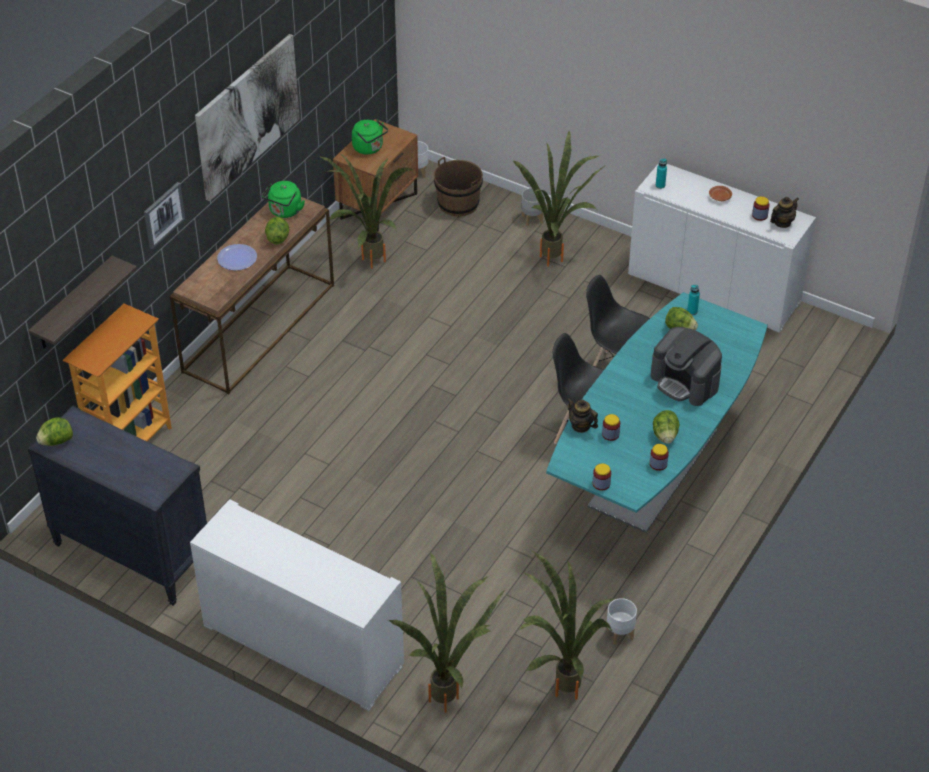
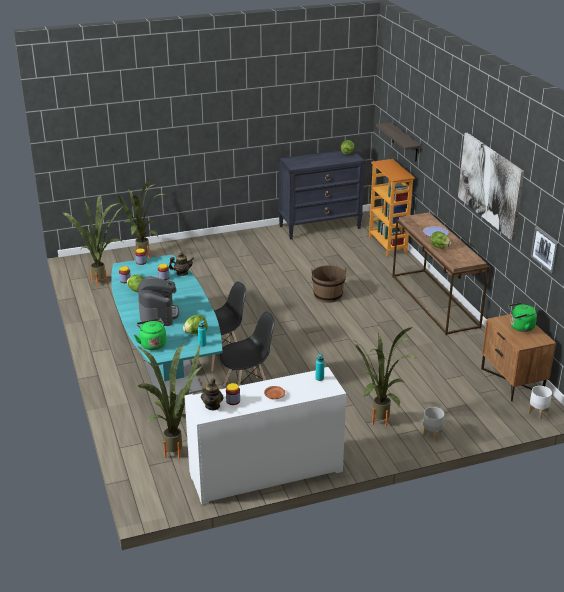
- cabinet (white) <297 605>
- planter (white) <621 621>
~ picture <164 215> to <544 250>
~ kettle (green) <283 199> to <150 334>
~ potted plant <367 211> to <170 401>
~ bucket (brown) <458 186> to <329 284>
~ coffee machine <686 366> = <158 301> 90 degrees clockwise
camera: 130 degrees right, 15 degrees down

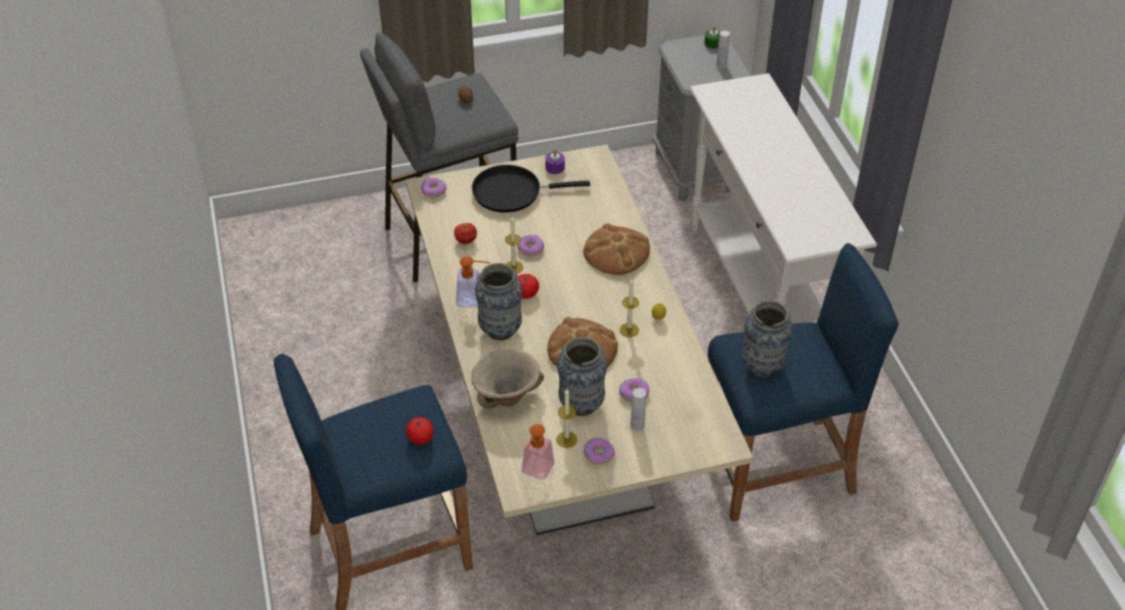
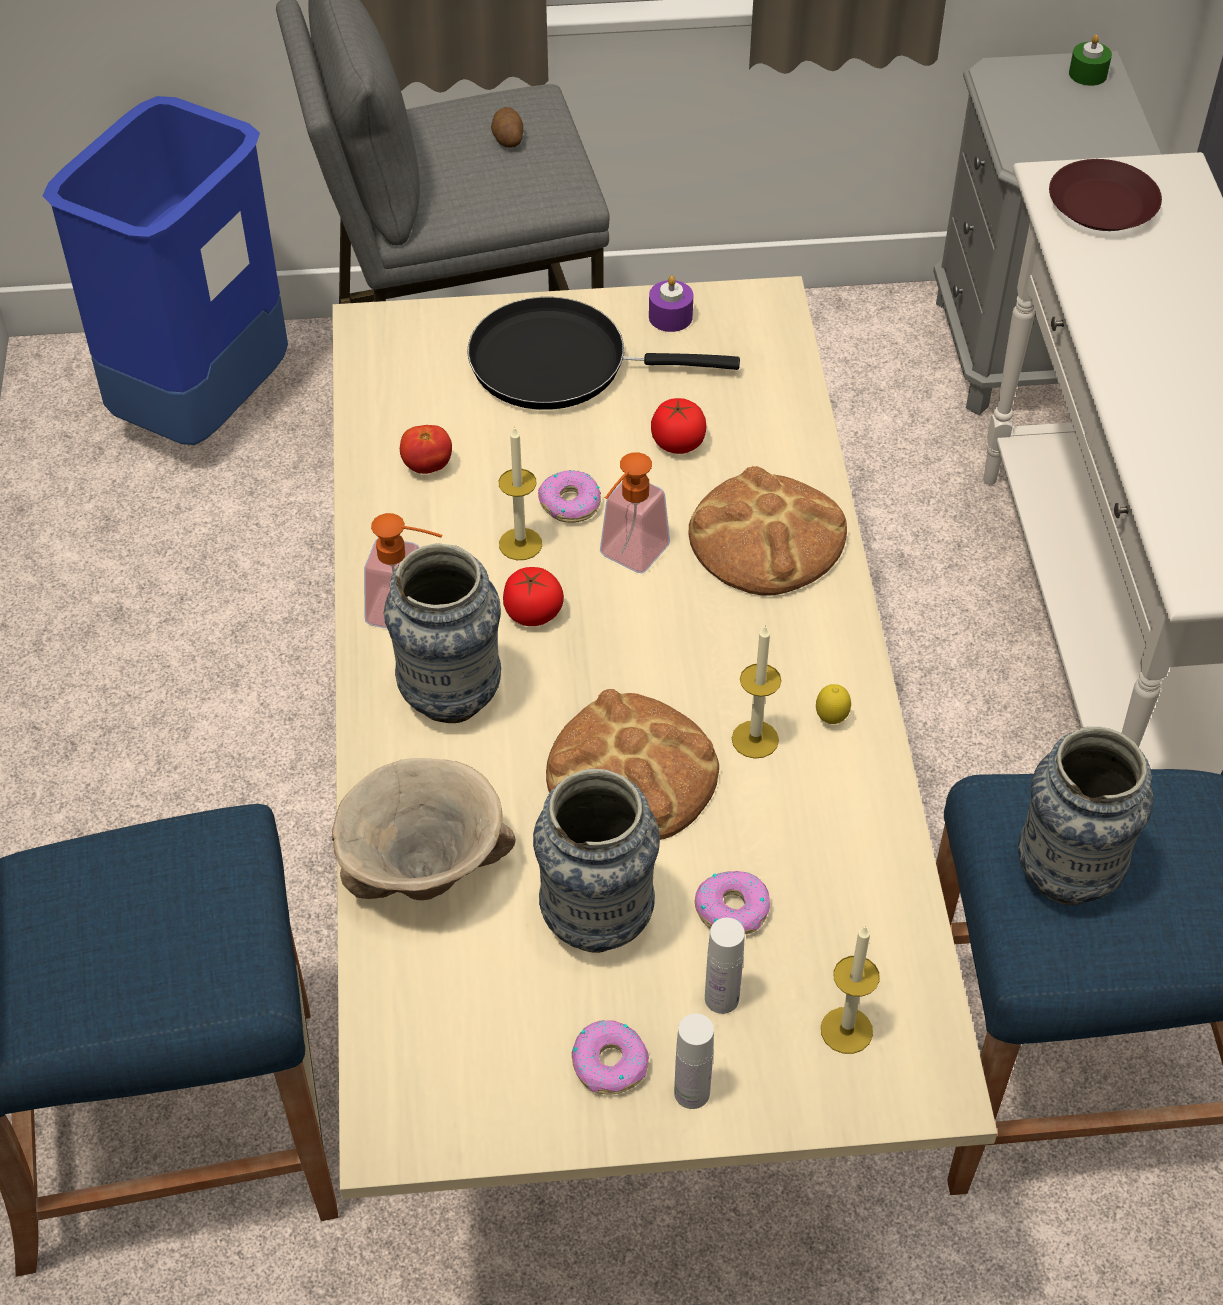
- donut <433 188>
+ trash can (blue) <165 270>
+ plate (brown) <1105 195>
~ tomato <420 431> to <679 426>
~ soap dispenser <538 452> to <635 512>
~ candle <566 418> to <850 990>
~ bottle (white) <723 49> to <694 1061>
camera: 10 degrees right, 5 degrees up

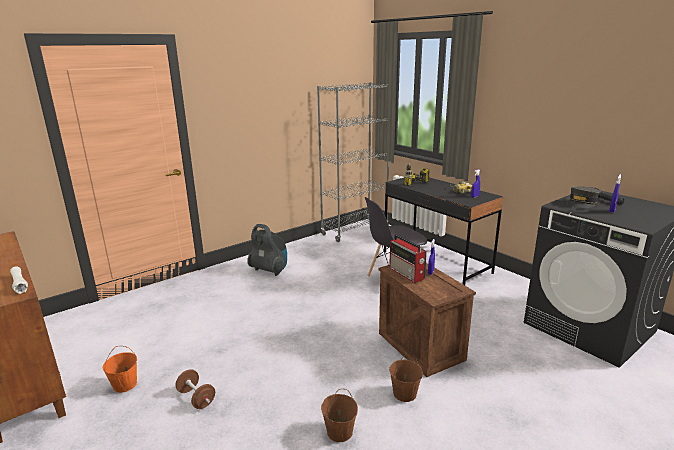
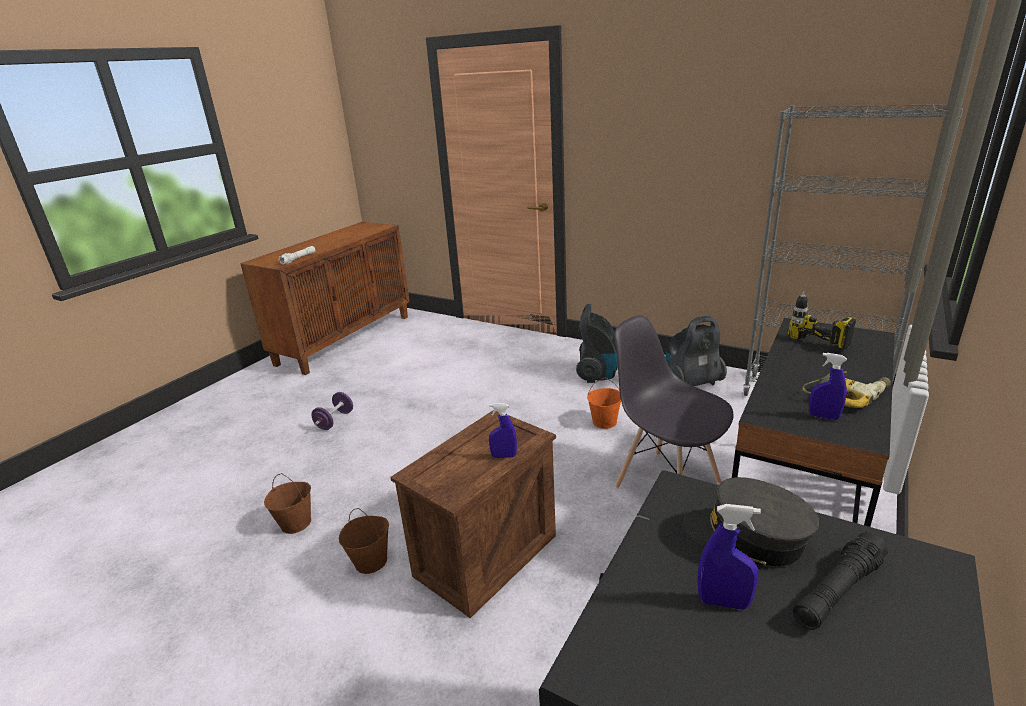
- radio <408 258>
+ vacuum cleaner <696 351>
~ bucket (orange) <120 369> to <604 403>
~ dumbbell (brown) <195 389> to dumbbell (purple) <332 411>
camera: 70 degrees right, 5 degrees up

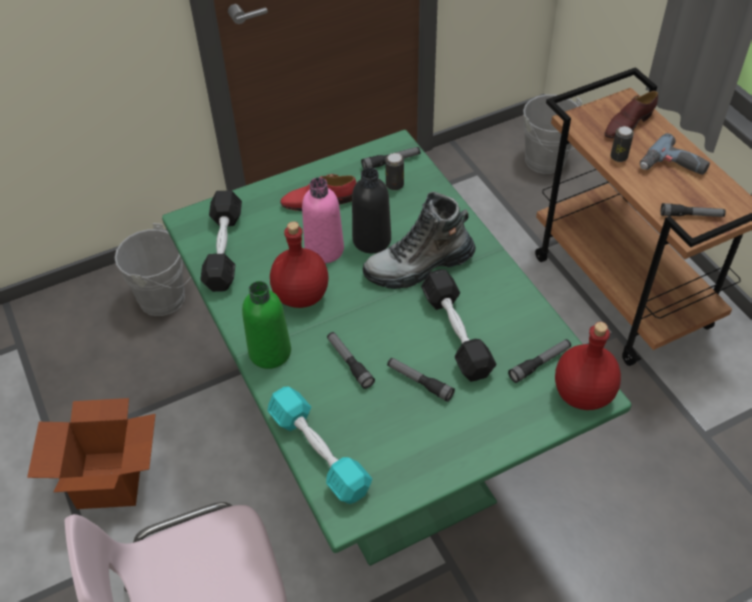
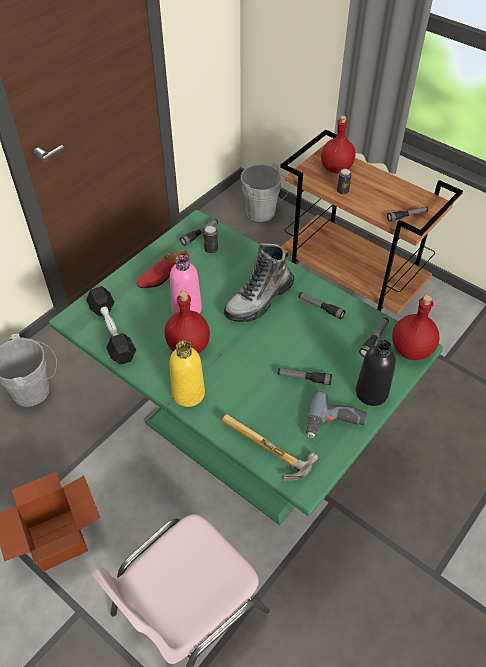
- dumbbell (black) <458 325>
~ flashlight <351 360> to <322 305>
~ bottle (black) <371 210> to <376 373>
~ power drill <675 154> to <336 414>
~ dumbbell (turquoise) <320 445> to hammer <269 447>
~ shoe (brown) <631 114> to bottle (red) <338 145>
~ bottle (green) <266 325> to bottle (yellow) <187 374>
camera: 25 degrees left, 0 degrees up

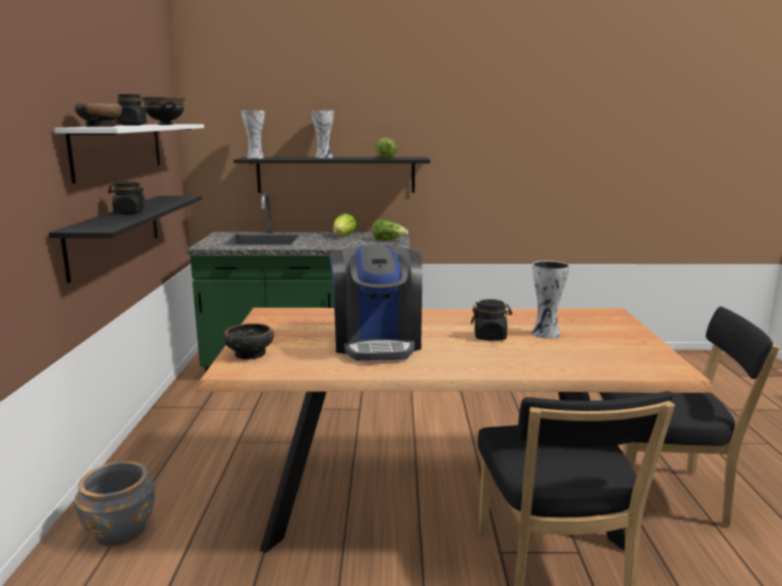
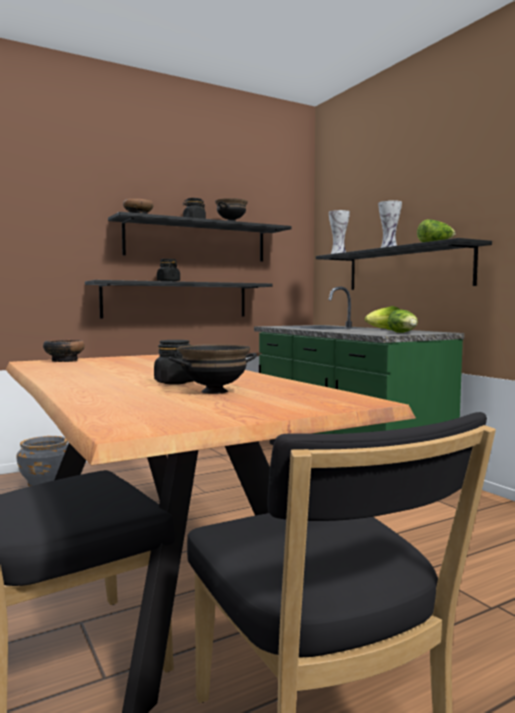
- coffee machine <376 303>
~ vase <550 300> to bowl (black) <212 369>
~ shelf (white) <129 153> to shelf (black) <200 236>
camera: 60 degrees right, 10 degrees down

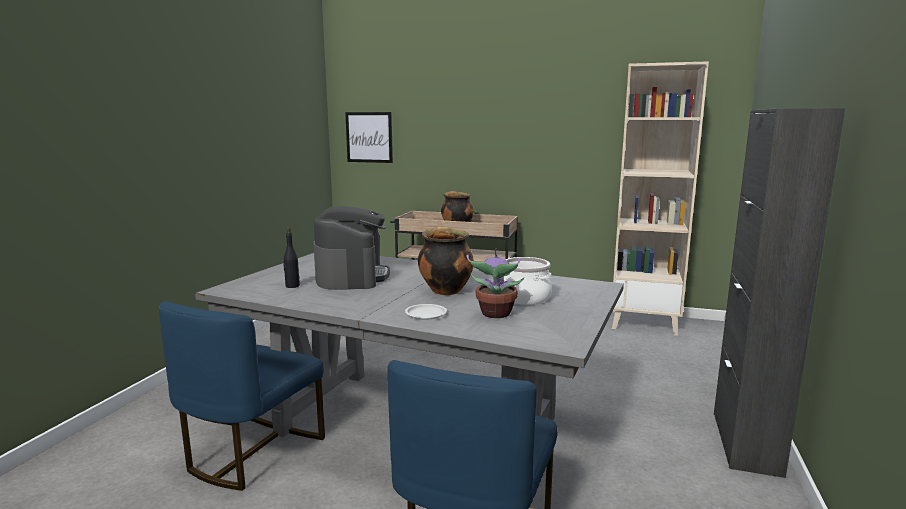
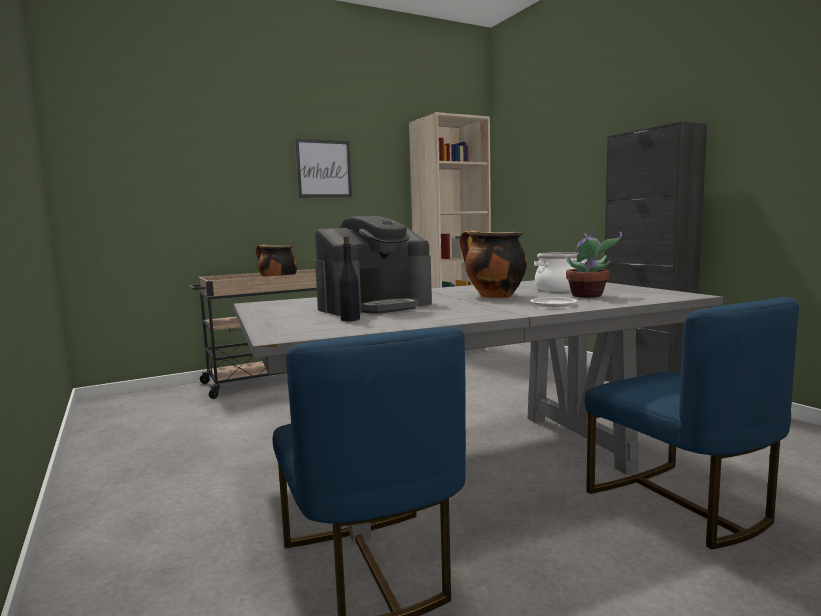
~ picture <369 137> to <323 168>
~ coffee machine <351 248> = <373 266> 105 degrees clockwise
camera: 45 degrees left, 5 degrees down

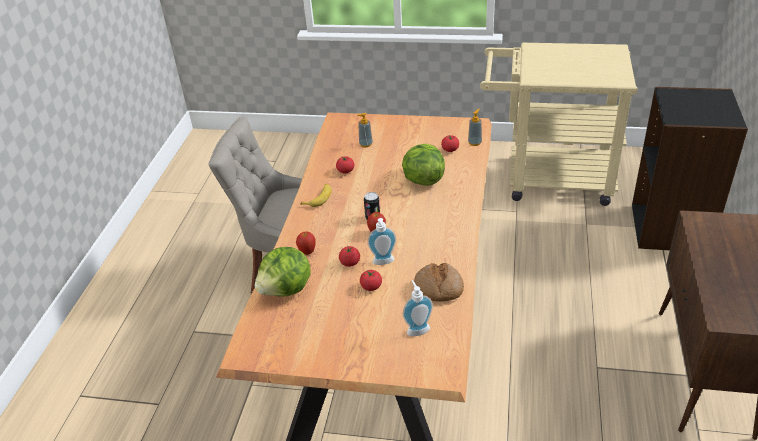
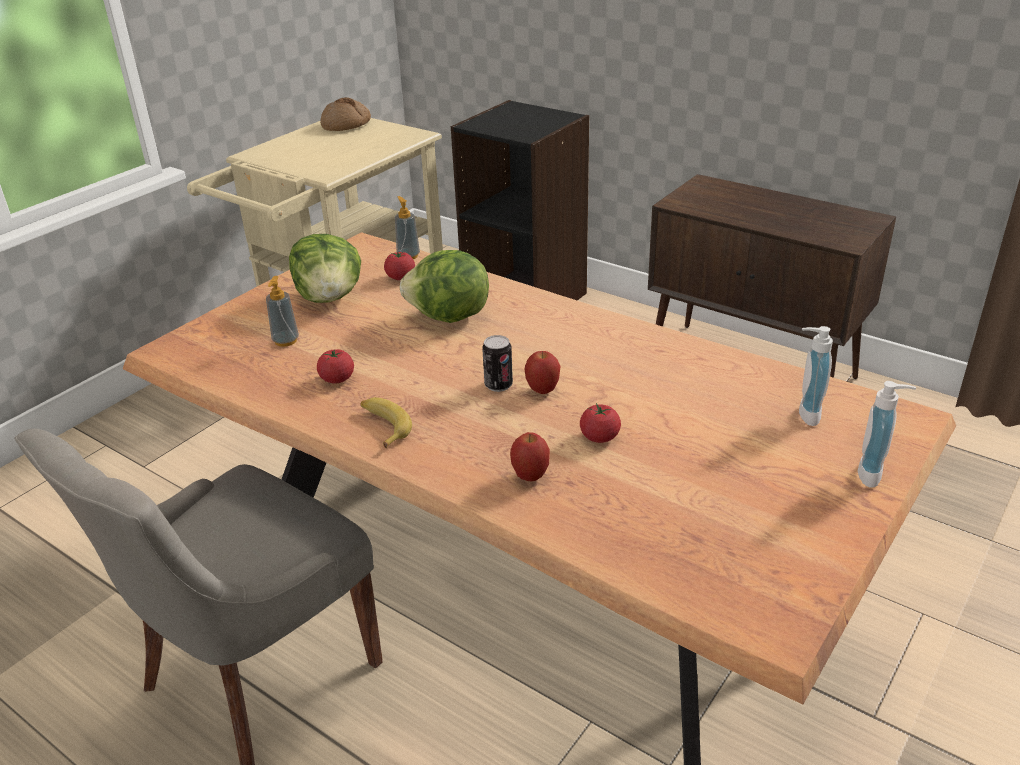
- tomato <371 280>
~ lettuce <282 272> to <325 268>
~ soap dispenser <382 241> to <887 434>
~ bread <439 282> to <345 114>
camera: 65 degrees left, 5 degrees down

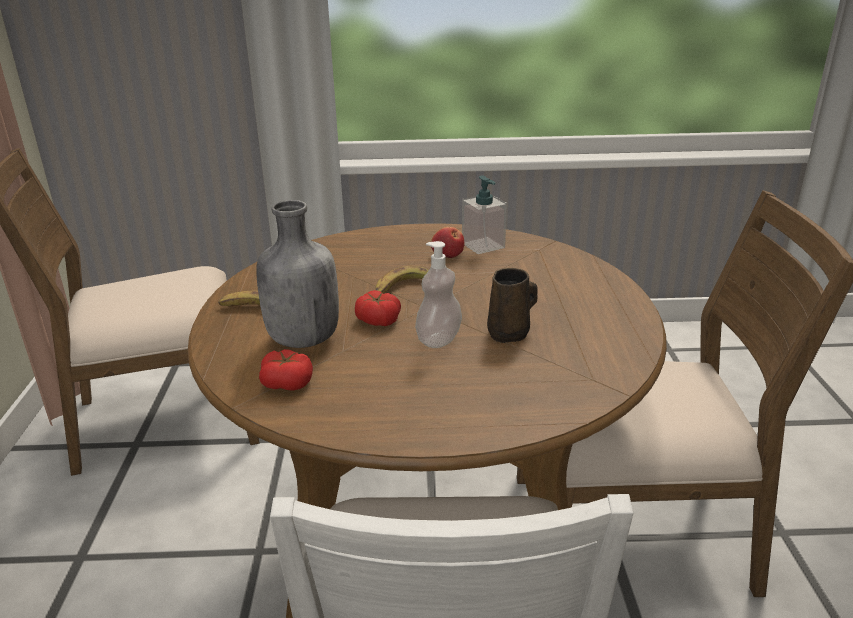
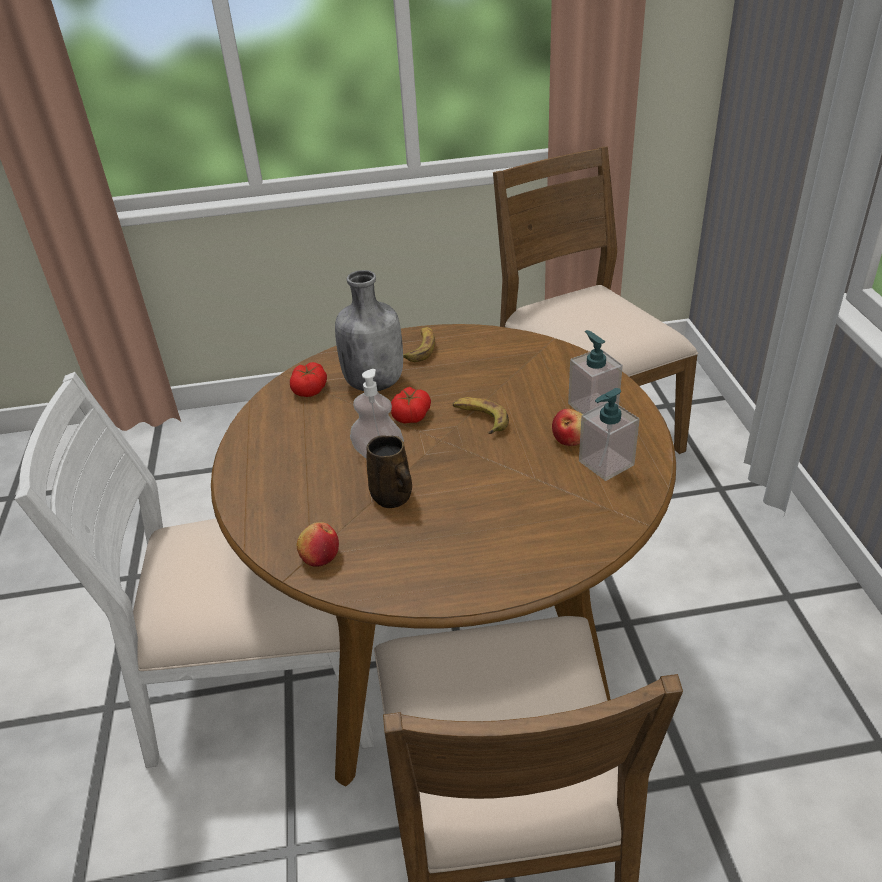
+ apple <318 544>
+ soap dispenser <595 372>
camera: 85 degrees right, 10 degrees up

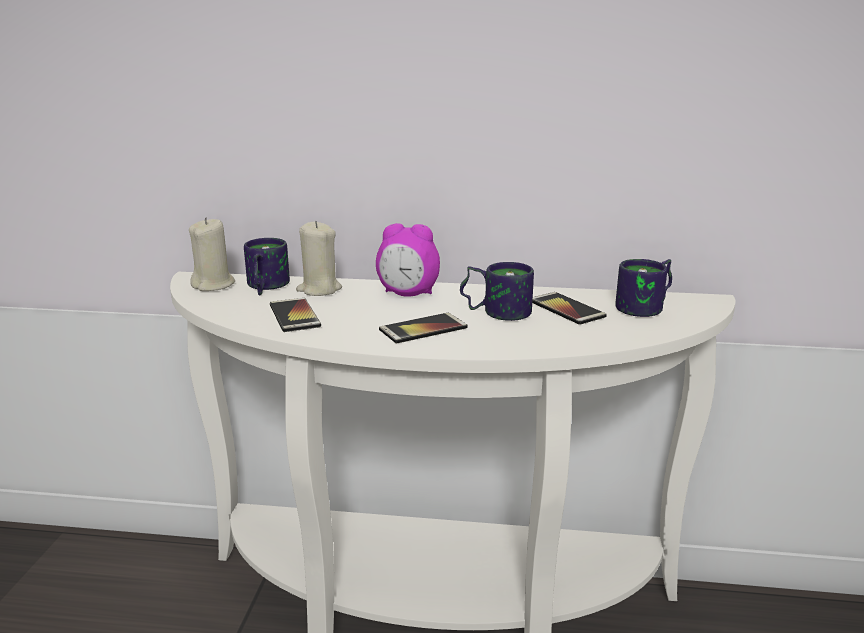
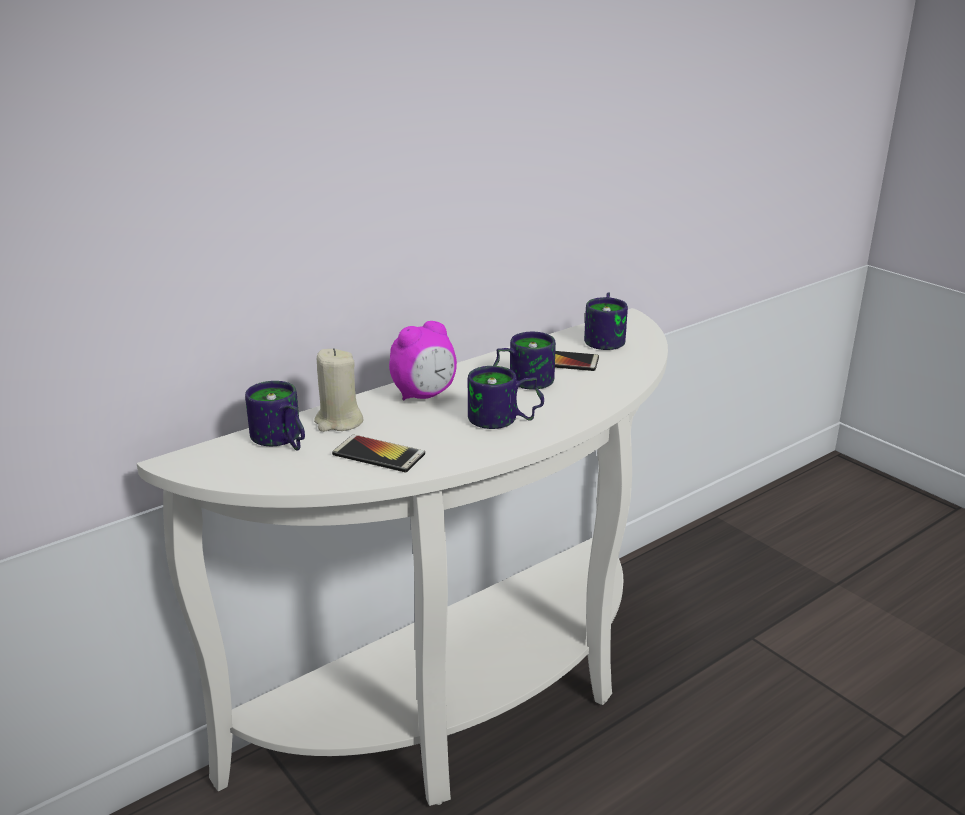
- candle (beige) <212 254>
~ phone <423 328> to mug <506 397>
camera: 45 degrees left, 5 degrees up

